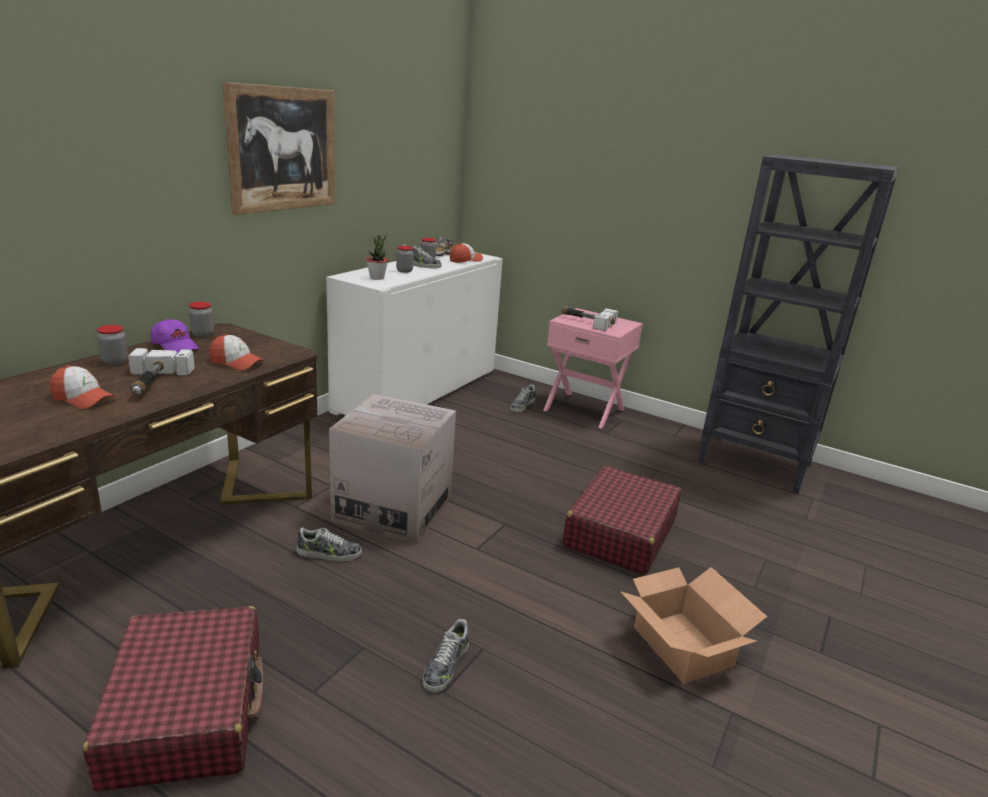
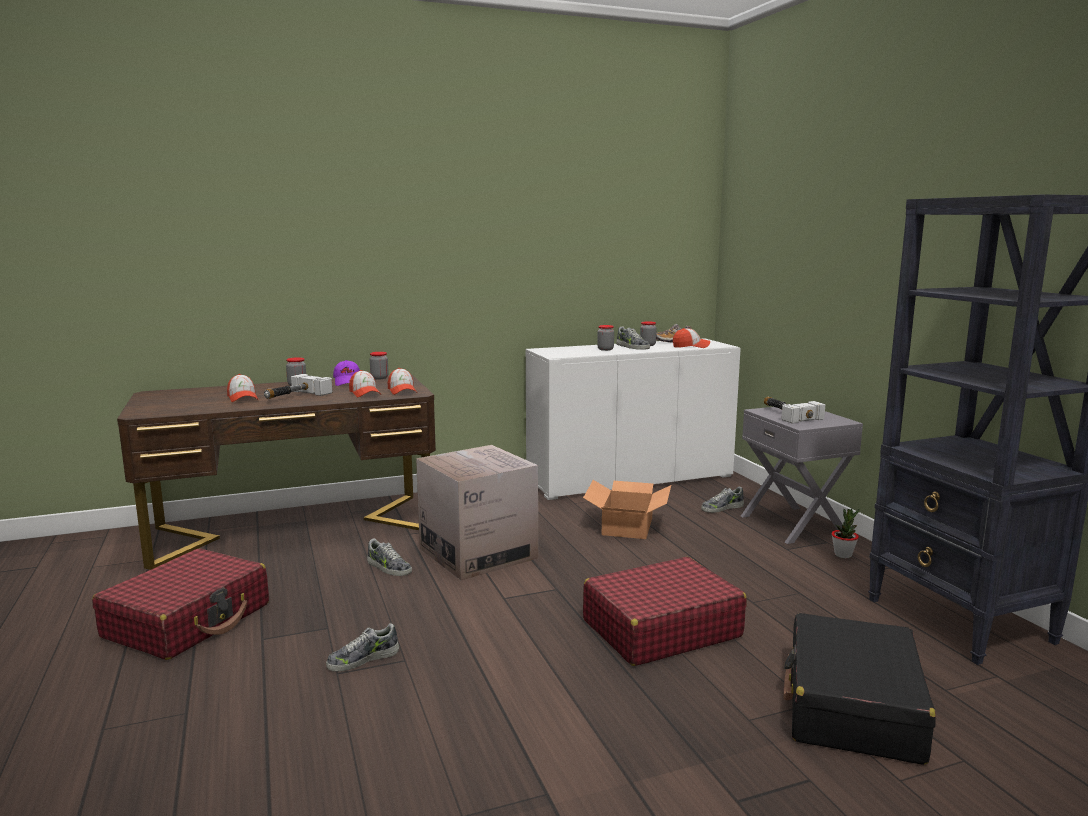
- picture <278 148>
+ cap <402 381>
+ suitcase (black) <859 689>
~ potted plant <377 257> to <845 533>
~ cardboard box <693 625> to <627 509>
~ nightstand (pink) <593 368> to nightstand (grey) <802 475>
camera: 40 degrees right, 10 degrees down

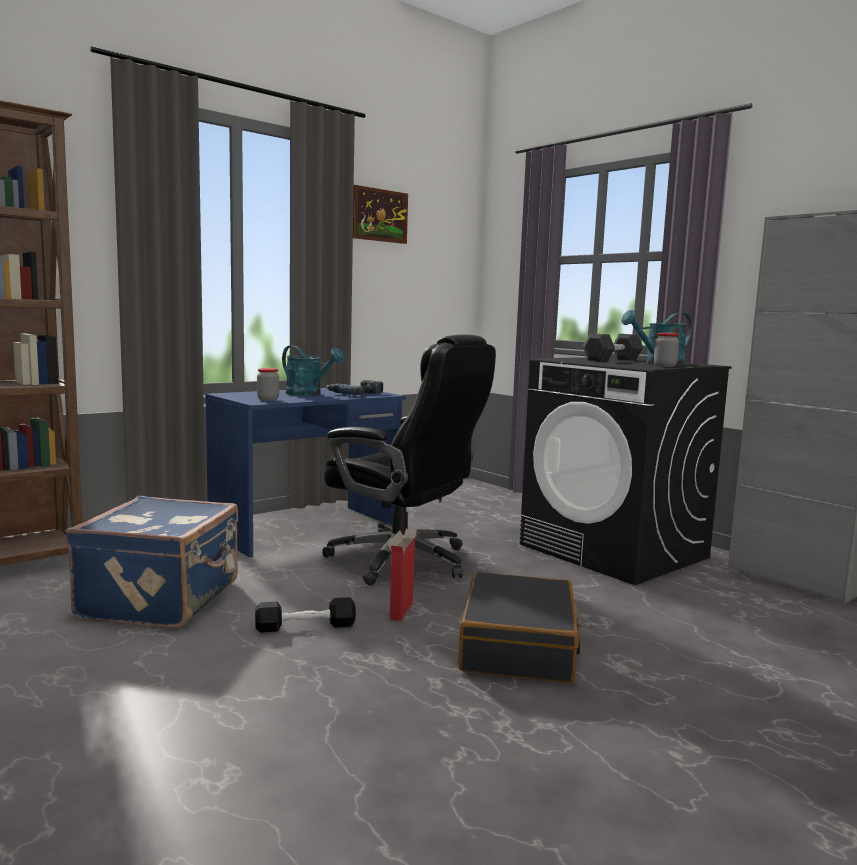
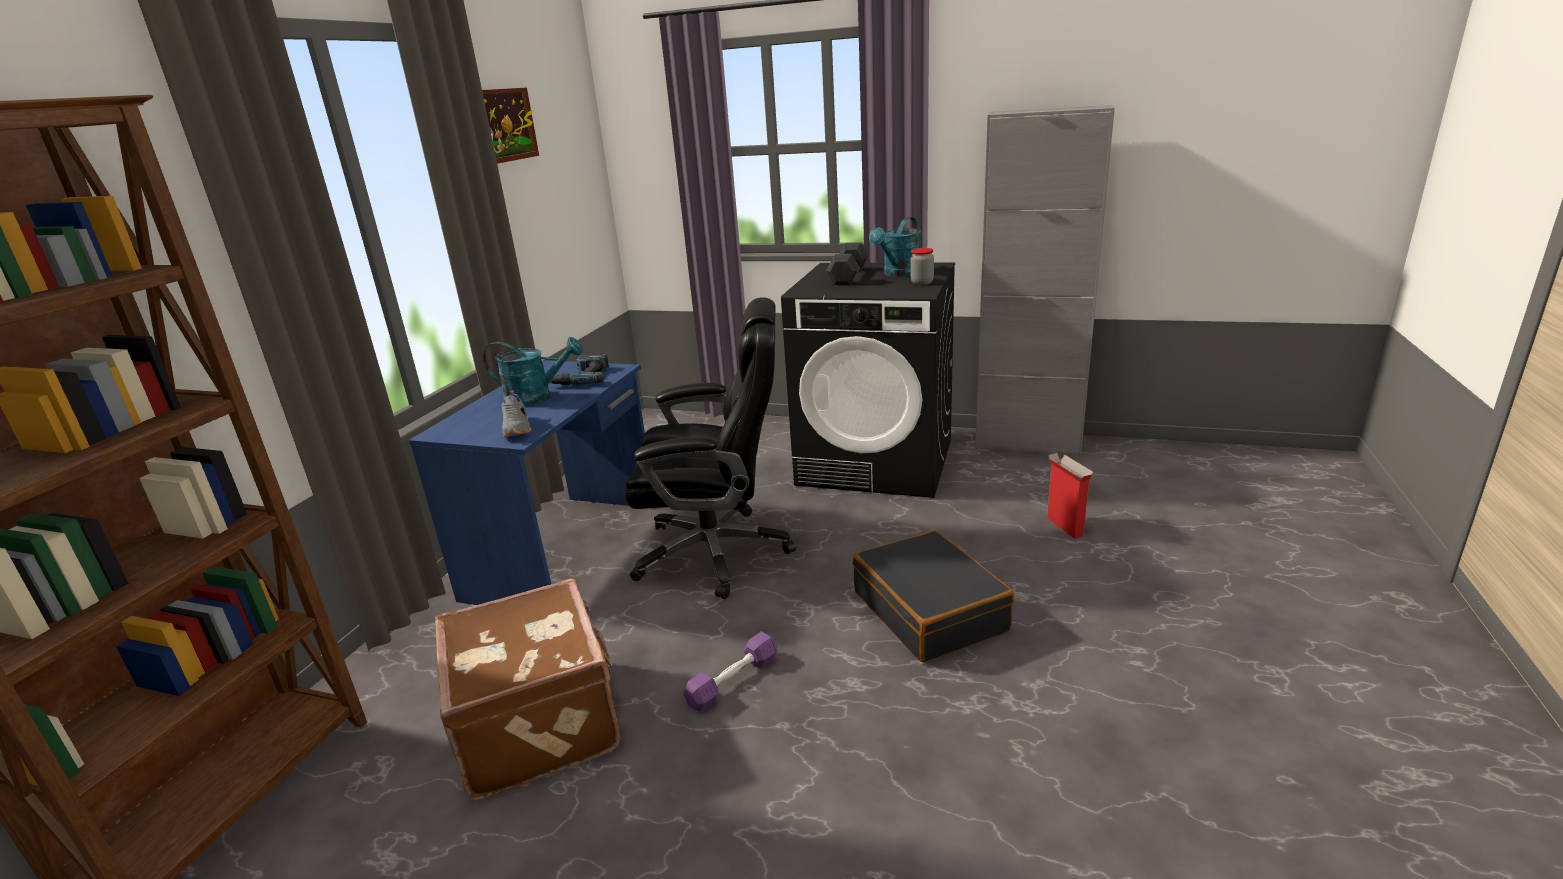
~ cardboard box <403 575> to <1070 496>
~ jar <268 384> to shoe (grey) <516 413>
~ suitcase (blue) <152 562> to suitcase (brown) <527 689>
~ dumbbell (black) <305 615> to dumbbell (purple) <730 671>
camera: 30 degrees left, 15 degrees up

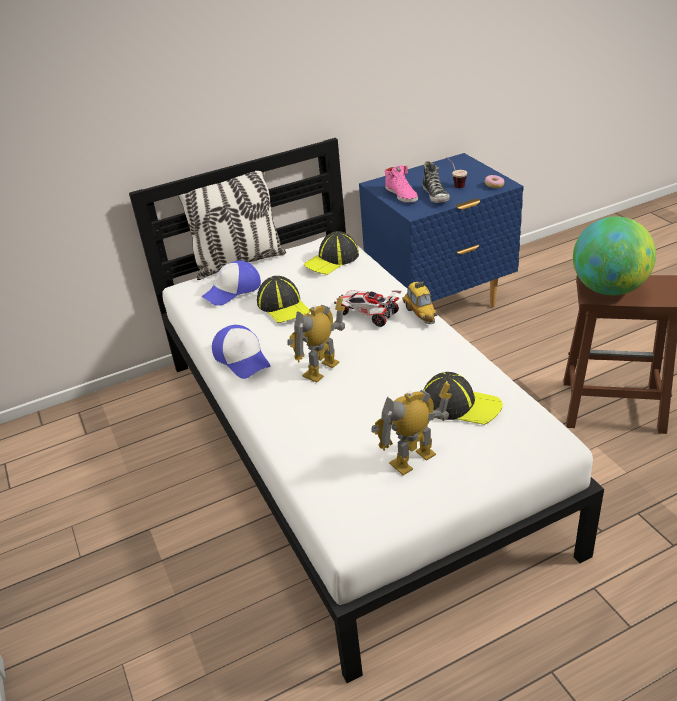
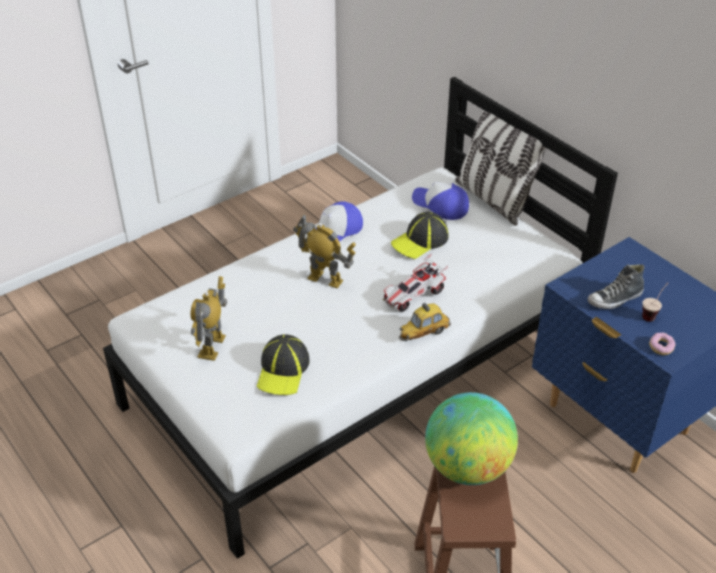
- cap <331 253>
- shoe (pink) <401 184>
~ toy car <367 308> = <415 282> 150 degrees counterclockwise
~ toy robot <411 429> = <208 318> 120 degrees counterclockwise
camera: 75 degrees right, 5 degrees up

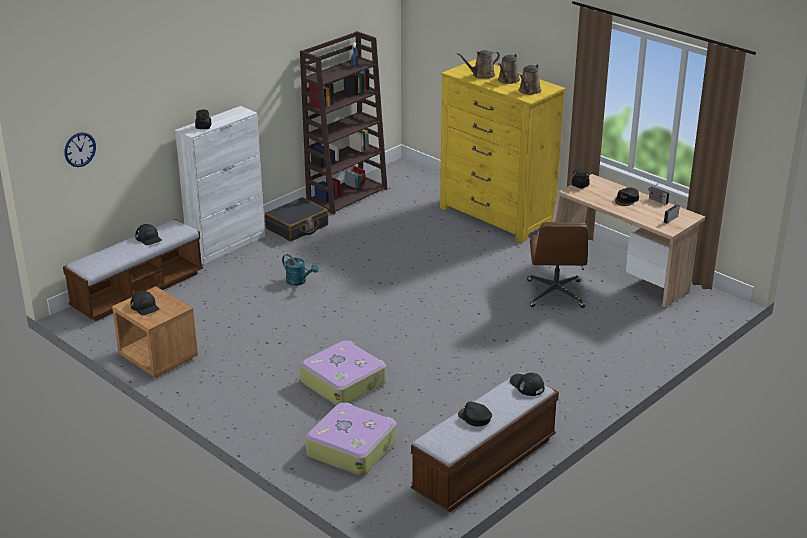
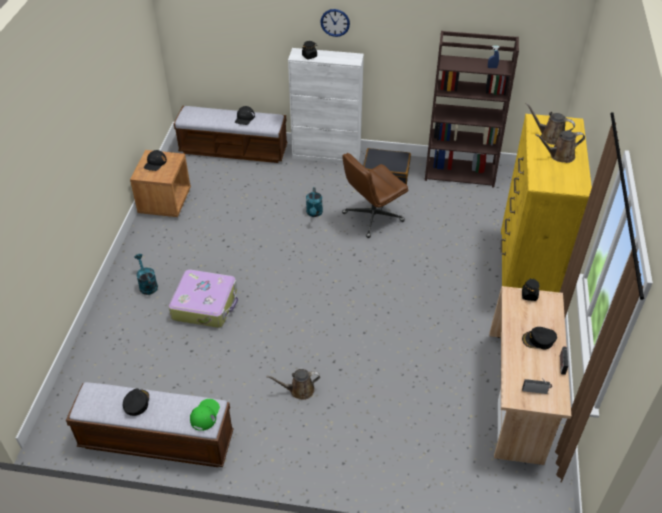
- suitcase <351 439>
+ watering can (turquoise) <146 274>
~ wall clock <80 149> to <335 23>
~ watering can (brown) <530 79> to <293 384>
~ office chair (brown) <557 265> to <375 195>
~ cap (black) <527 384> to cap (green) <205 415>
camera: 55 degrees right, 15 degrees up

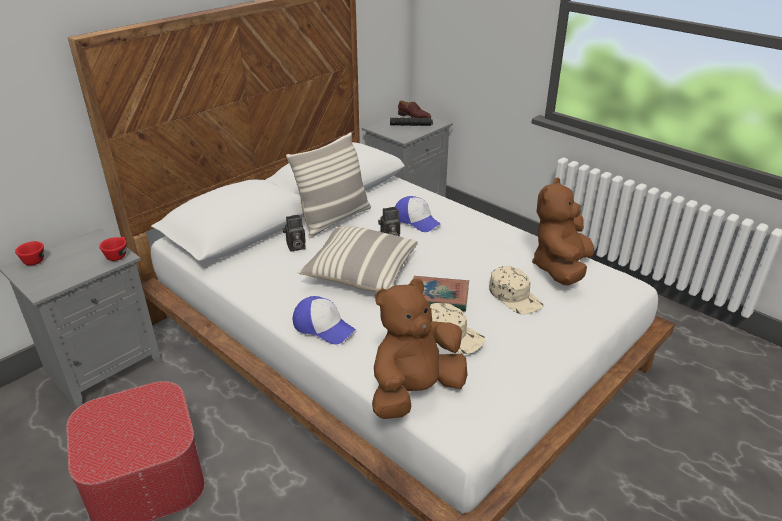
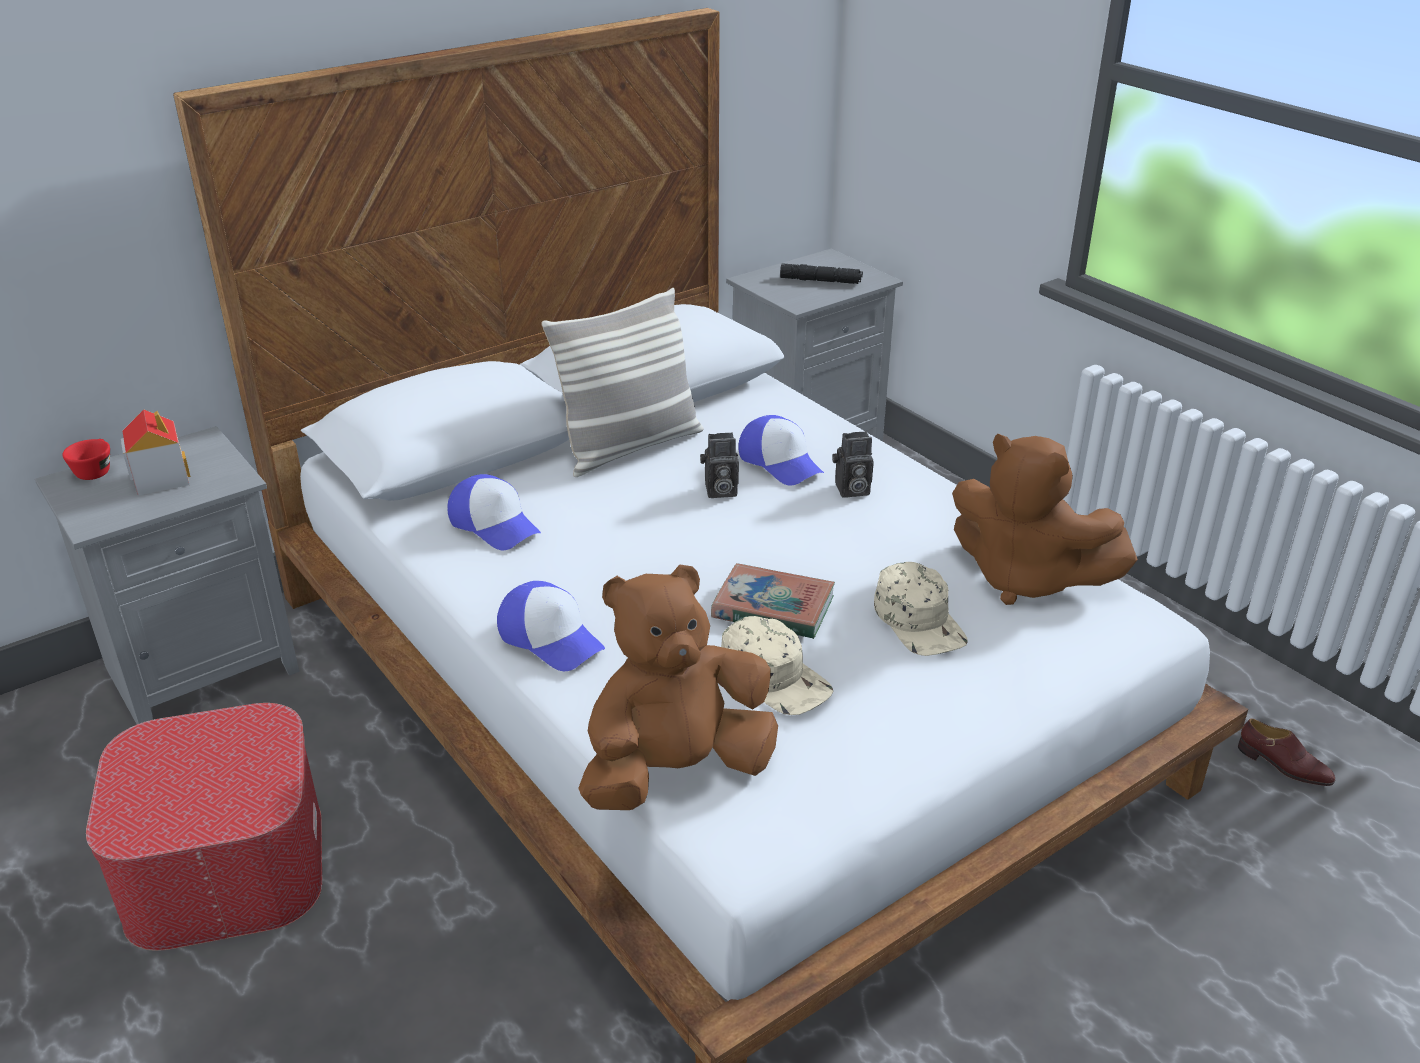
- cup (red) <112 249>
- pillow <358 259>
+ toy house <156 453>
+ cap <494 512>
~ photo camera <294 233> to <853 464>
~ shoe (brown) <414 109> to <1286 752>
~ plush toy (brown) <563 231> = <1045 519> 90 degrees counterclockwise
camera: 10 degrees right, 0 degrees up

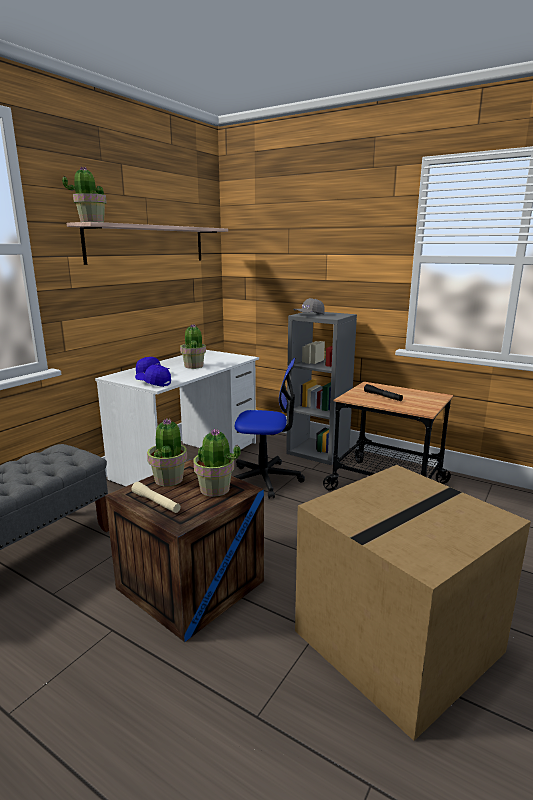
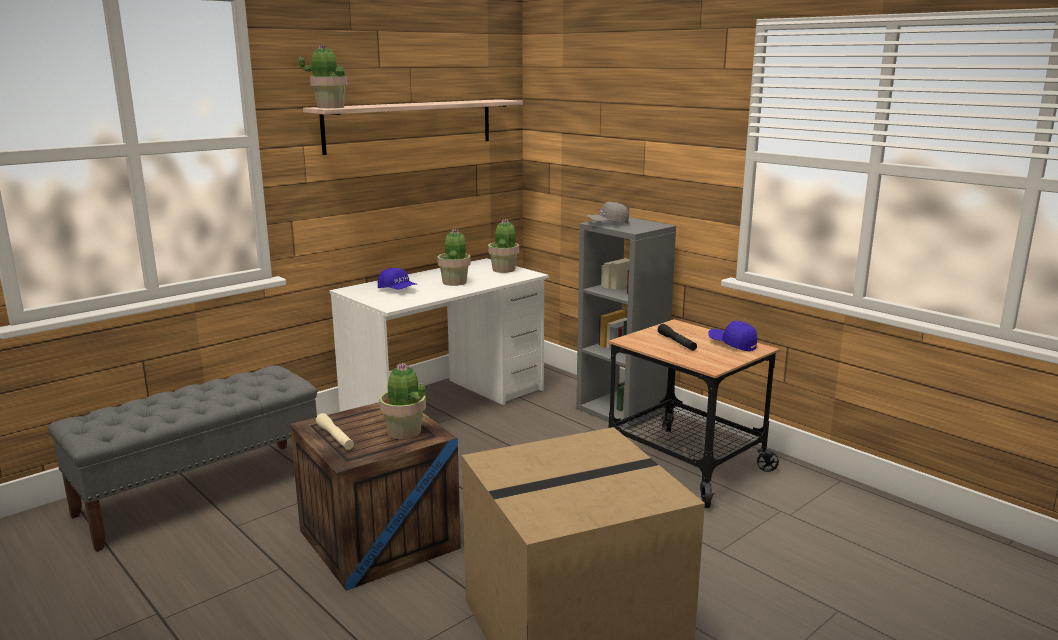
- office chair <269 428>
~ cap (blue) <153 376> to <732 336>
~ potted plant <167 452> to <503 246>
camera: 15 degrees right, 0 degrees up

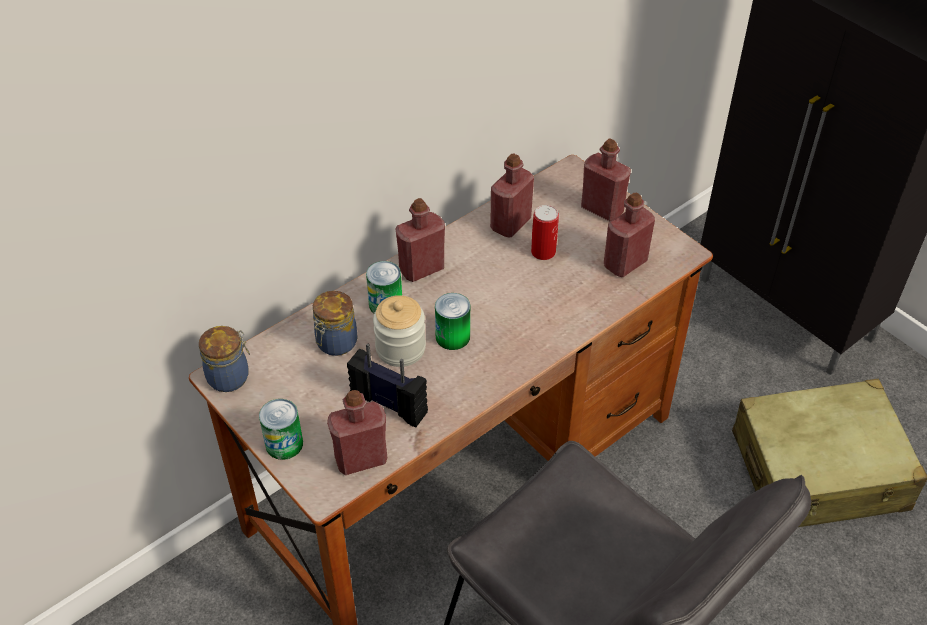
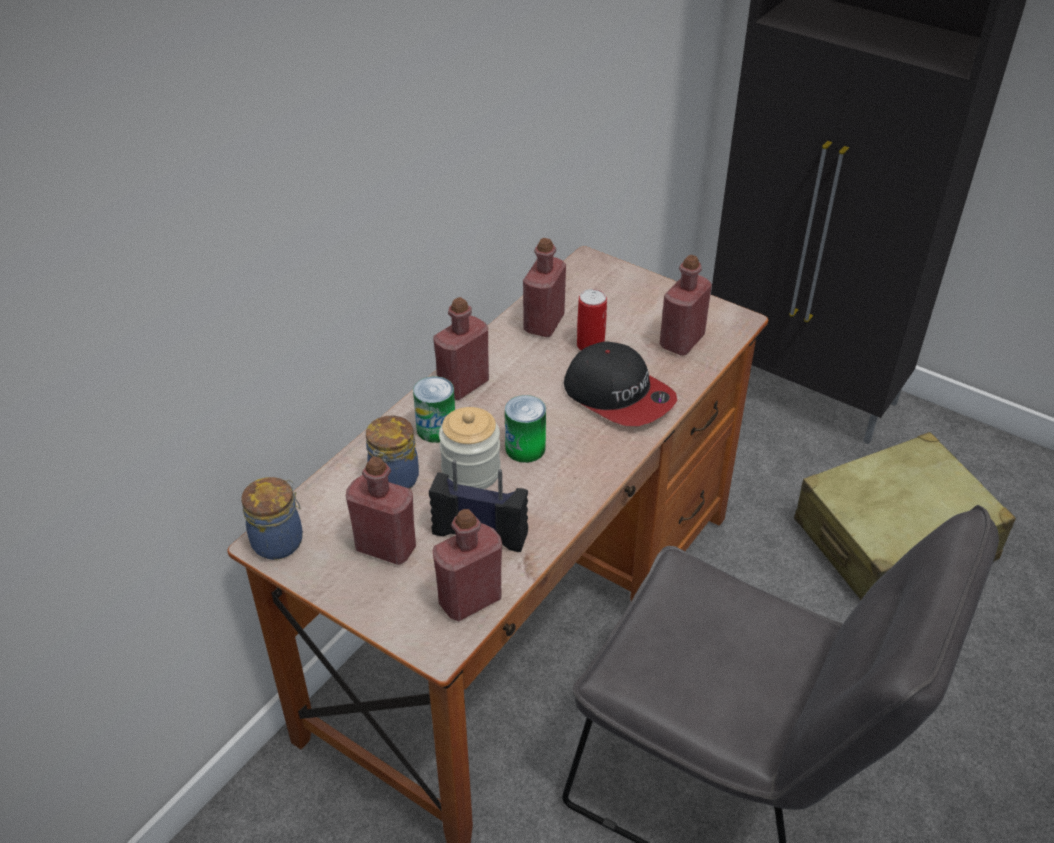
- can <281 429>
+ cap <620 383>
~ bottle (red) <606 179> to <381 510>
camera: 15 degrees left, 5 degrees down

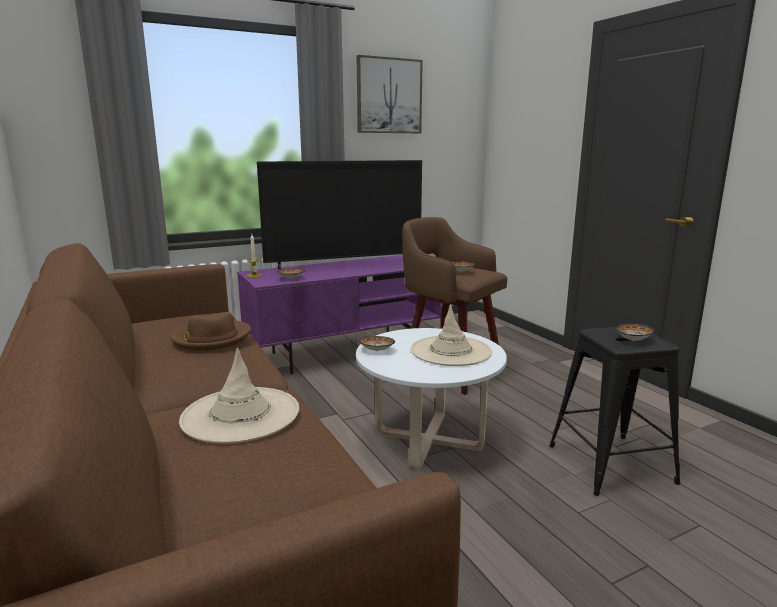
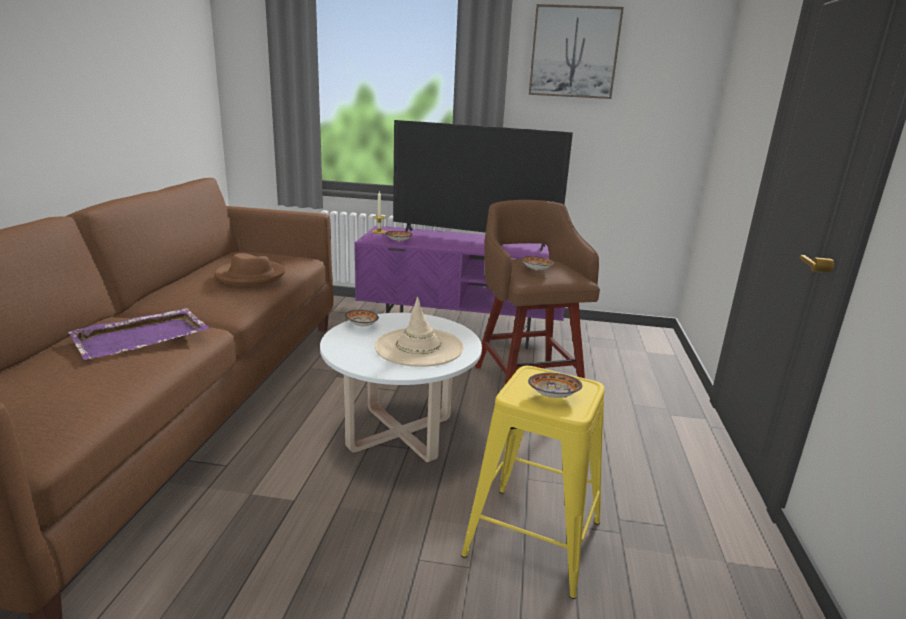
~ hat (beige) <239 395> to tray (purple) <139 334>
~ stool (black) <615 411> to stool (yellow) <533 482>
camera: 35 degrees right, 5 degrees up

